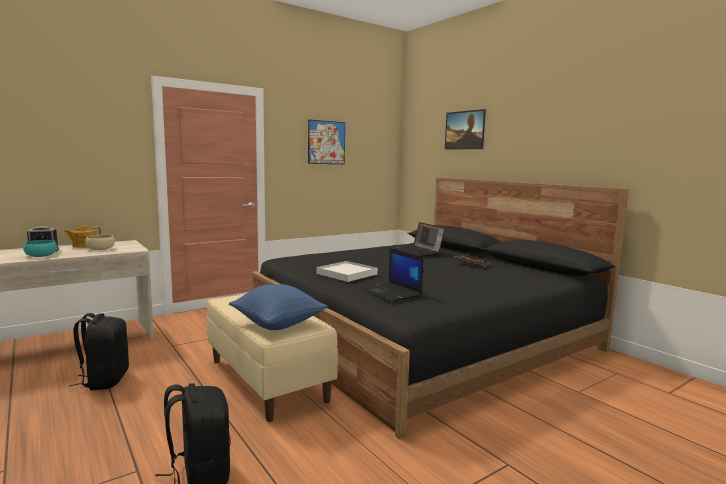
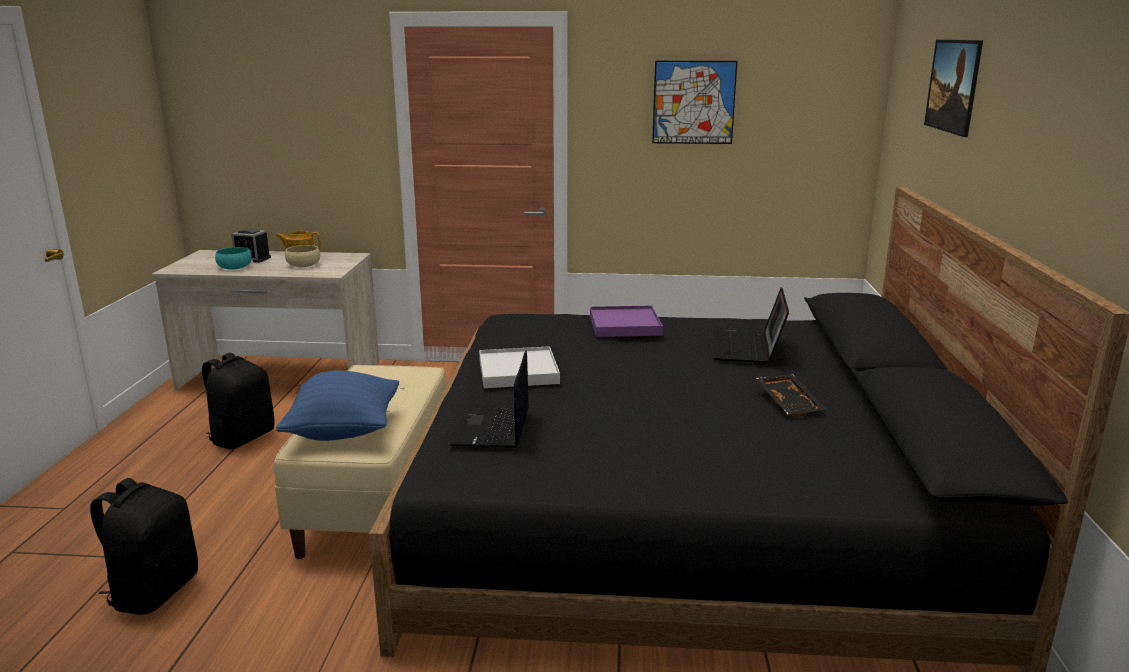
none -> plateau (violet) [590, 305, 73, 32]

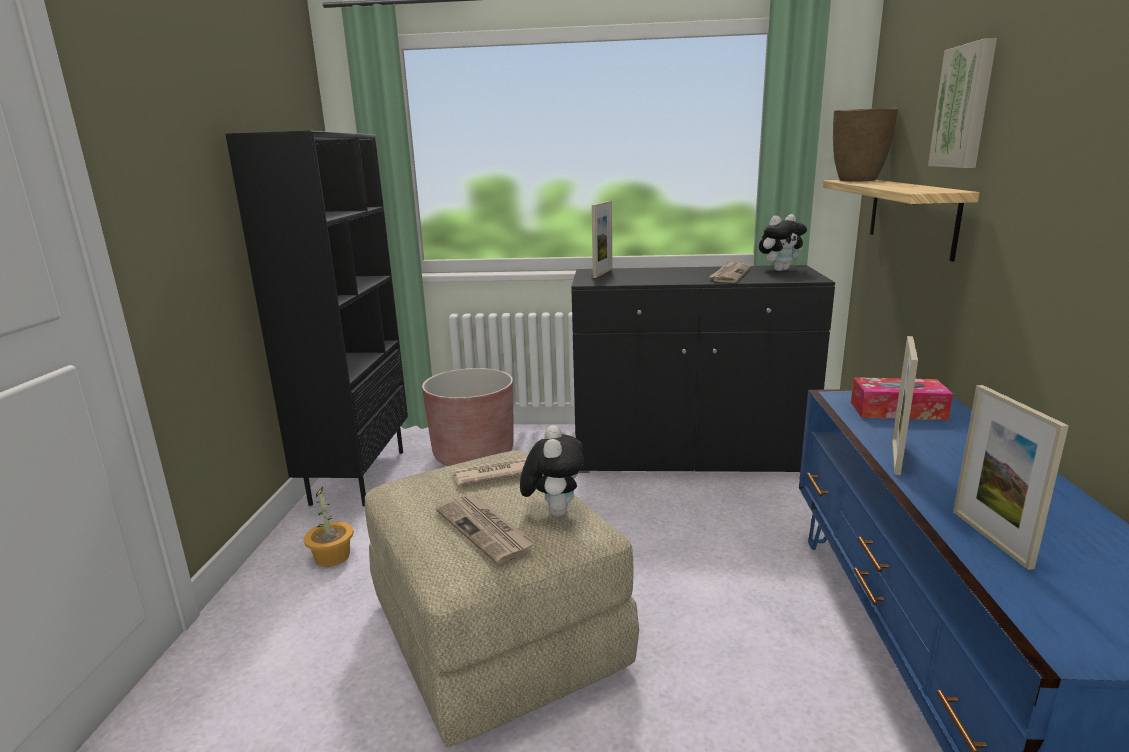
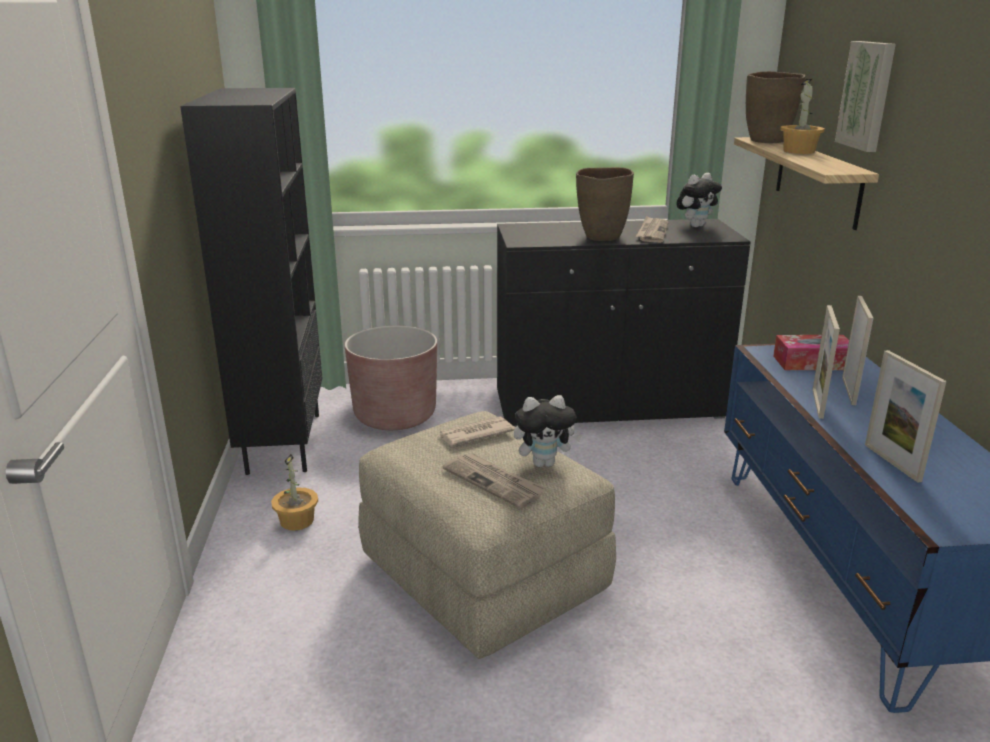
peluche [520, 425, 64, 91] -> peluche [514, 395, 68, 72], 90 degrees clockwise
cadre photo [592, 201, 20, 77] -> cadre photo [842, 296, 31, 109], relocated
none -> vase (marron) [576, 167, 58, 74]
none -> plante en pot [780, 79, 45, 75]

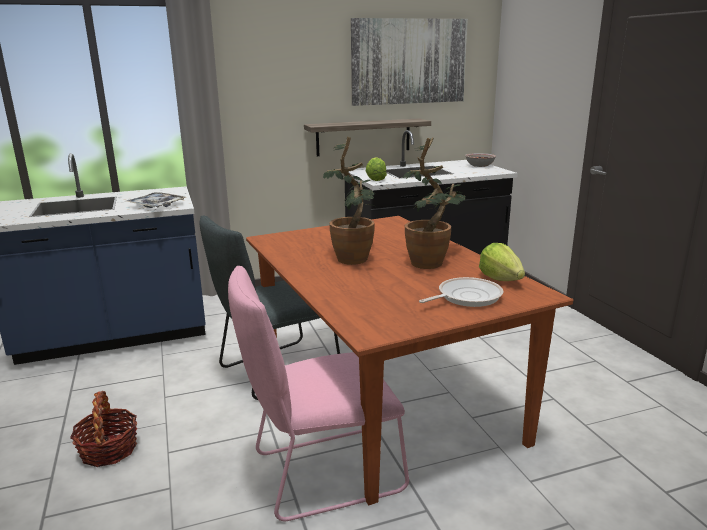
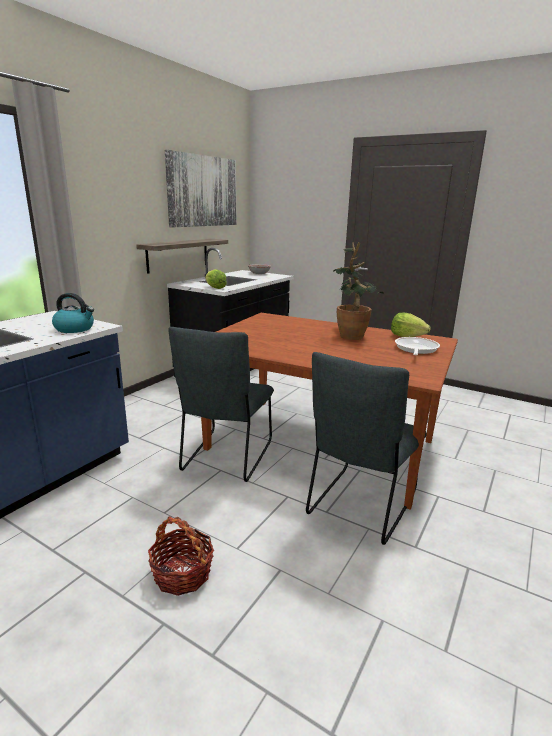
plateau [125, 192, 61, 16] -> bouilloire [52, 293, 42, 40]
chaise (rose) [228, 266, 181, 255] -> chaise (gris) [306, 352, 121, 193]
plante en pot [323, 136, 52, 129] -> none

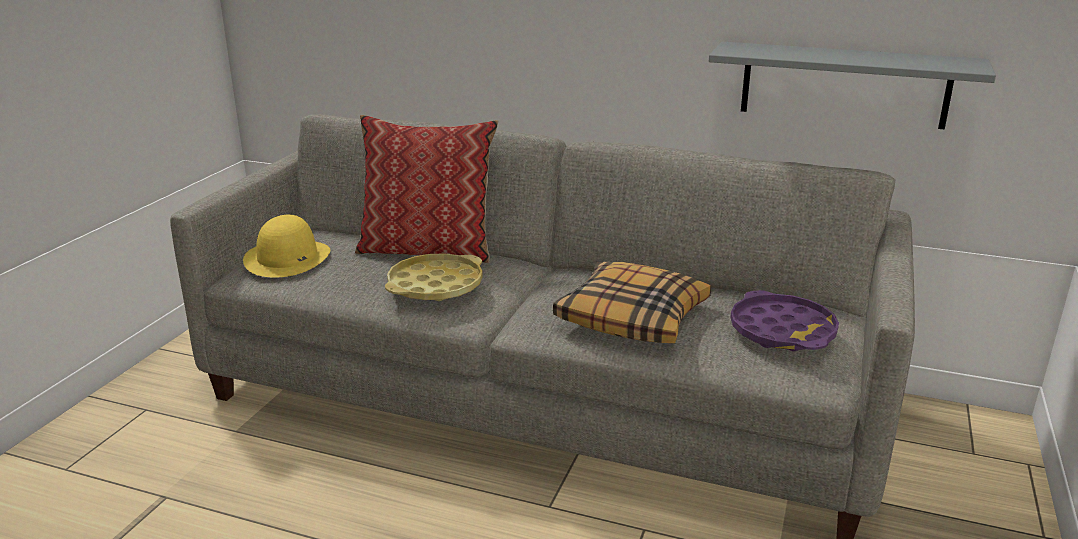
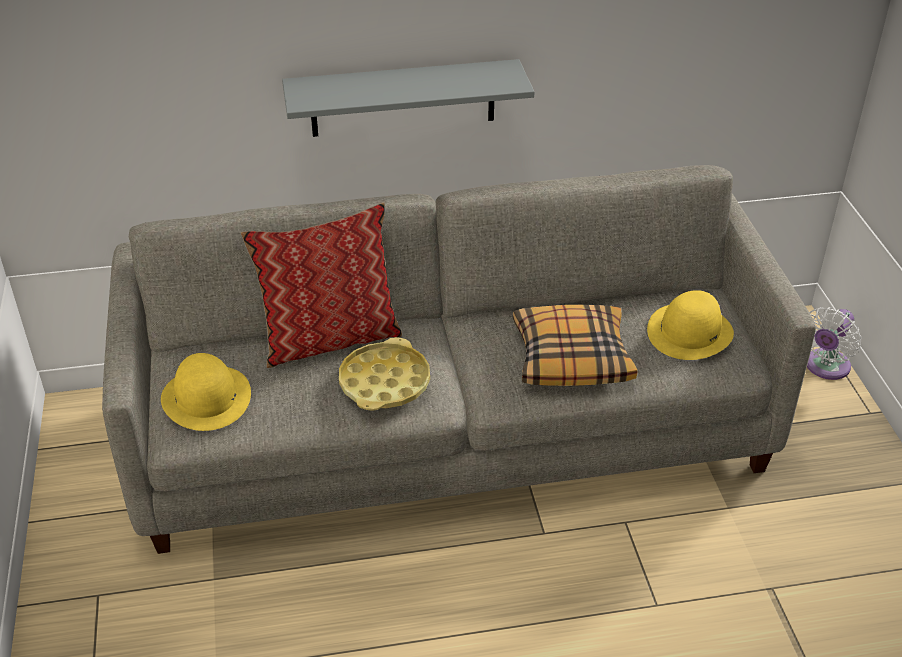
étagère (gris) [709, 42, 287, 88] -> étagère (gris) [282, 59, 253, 78], relocated
plateau (violet) [730, 290, 109, 61] -> chapeau (jaune) [647, 290, 87, 70]
none -> ventilateur (blanc) [807, 307, 54, 73]

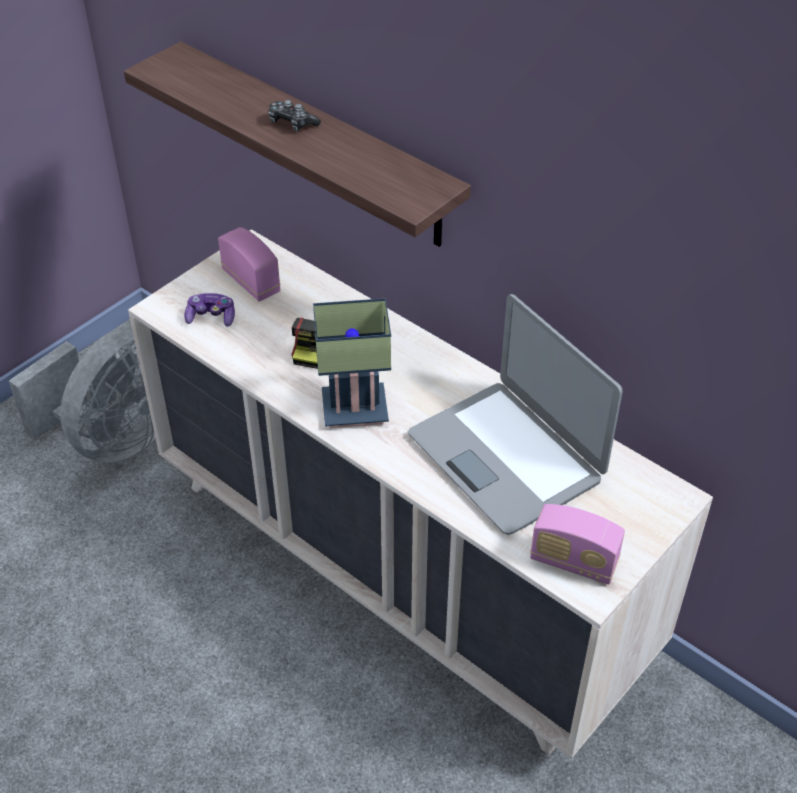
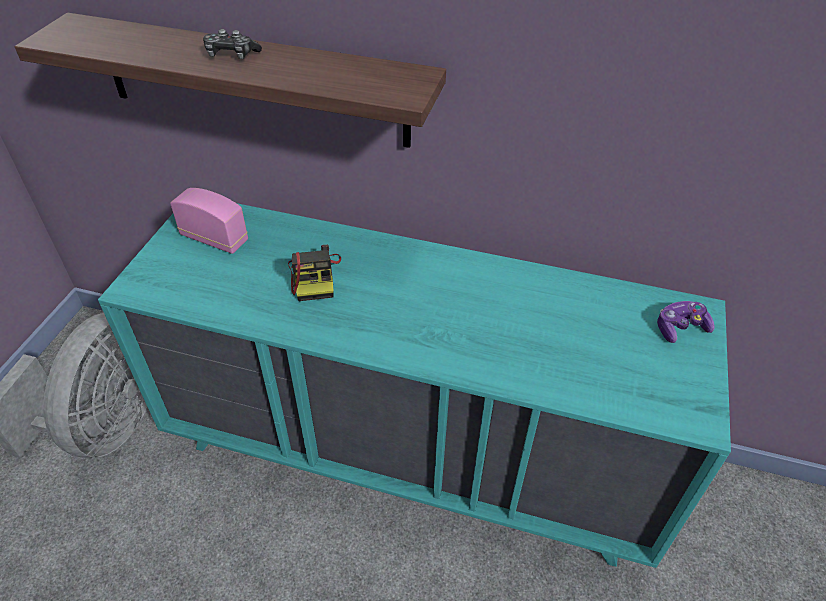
commode (beige) [128, 230, 585, 529] -> commode (turquoise) [98, 203, 633, 365]
manette [184, 293, 51, 34] -> manette [657, 301, 58, 42], relocated
lampe de table [313, 298, 78, 130] -> none
ordinateur portable [408, 294, 215, 241] -> none
radio [530, 504, 95, 80] -> none

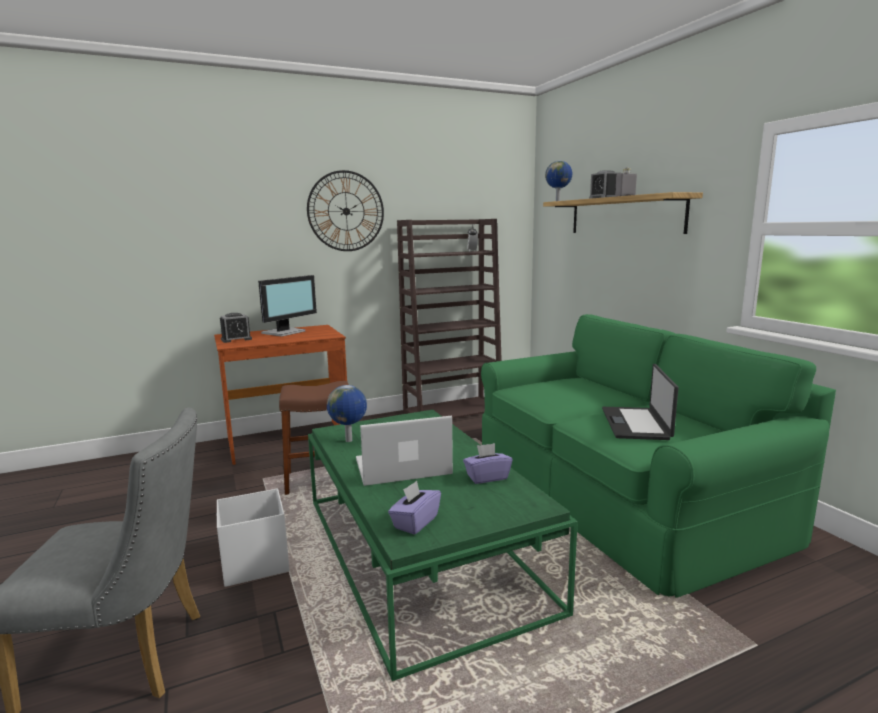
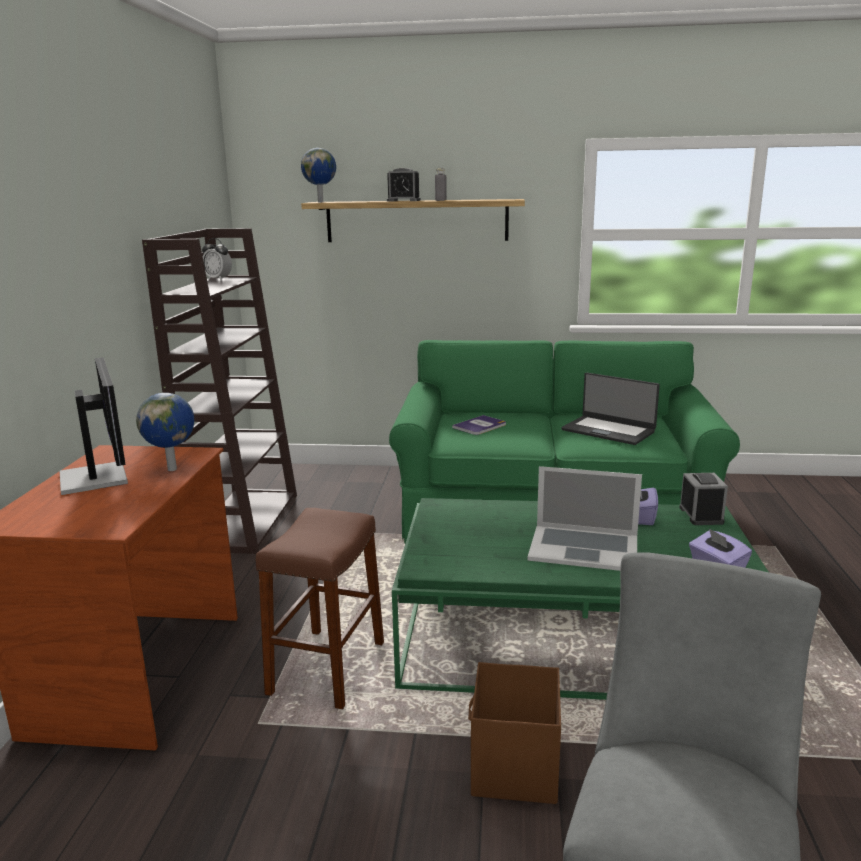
boîte de rangement (blanc) [217, 488, 72, 99] -> boîte de rangement (marron) [468, 662, 93, 142]
réveil [220, 313, 32, 30] -> réveil [679, 473, 49, 52], relocated
horloge murale [307, 170, 77, 81] -> none
globe [327, 385, 40, 57] -> globe [136, 393, 58, 78], relocated
ordinateur portable [356, 416, 97, 70] -> ordinateur portable [527, 466, 115, 105], 90 degrees counterclockwise
none -> livre [452, 415, 54, 20]

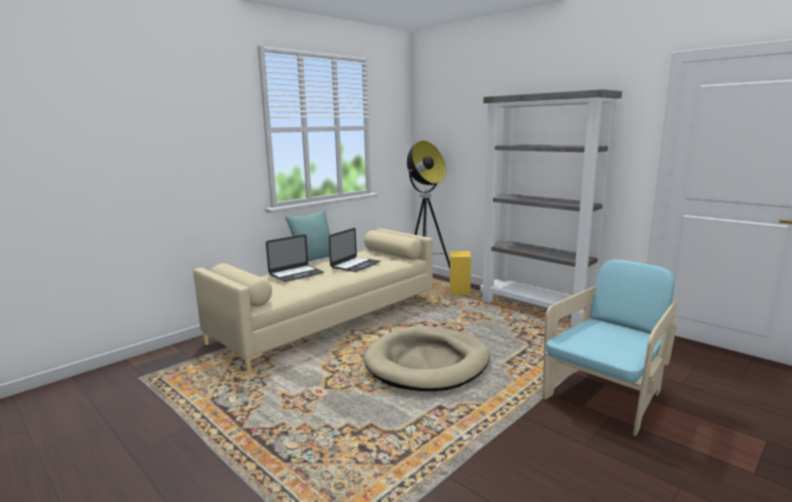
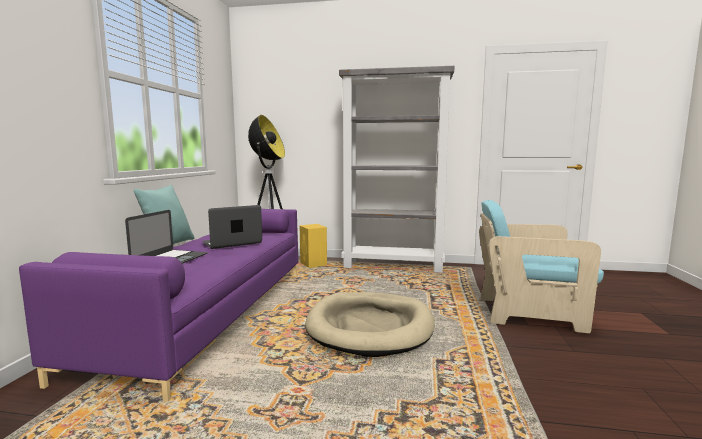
canapé (beige) [193, 228, 240, 145] -> canapé (violet) [19, 209, 279, 193]
ordinateur portable [329, 228, 52, 44] -> ordinateur portable [202, 205, 60, 44], 120 degrees counterclockwise
fauteuil (turquoise) [543, 260, 133, 176] -> fauteuil (turquoise) [479, 200, 125, 133], 90 degrees counterclockwise

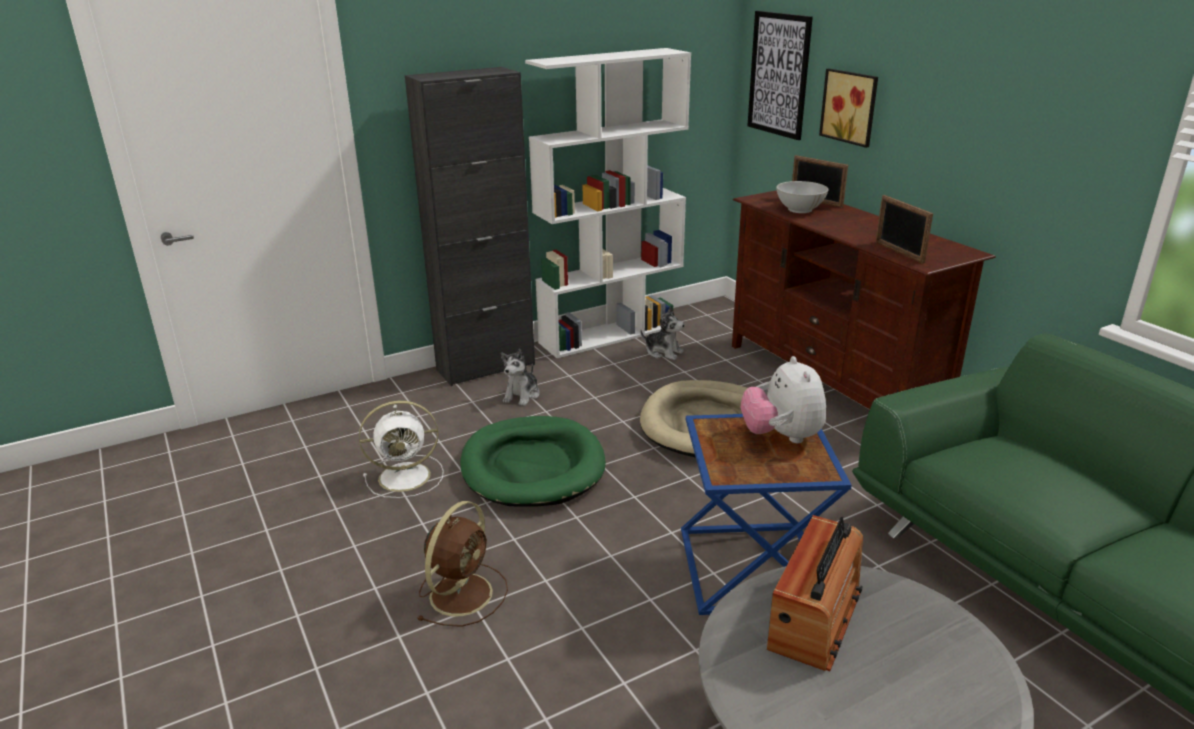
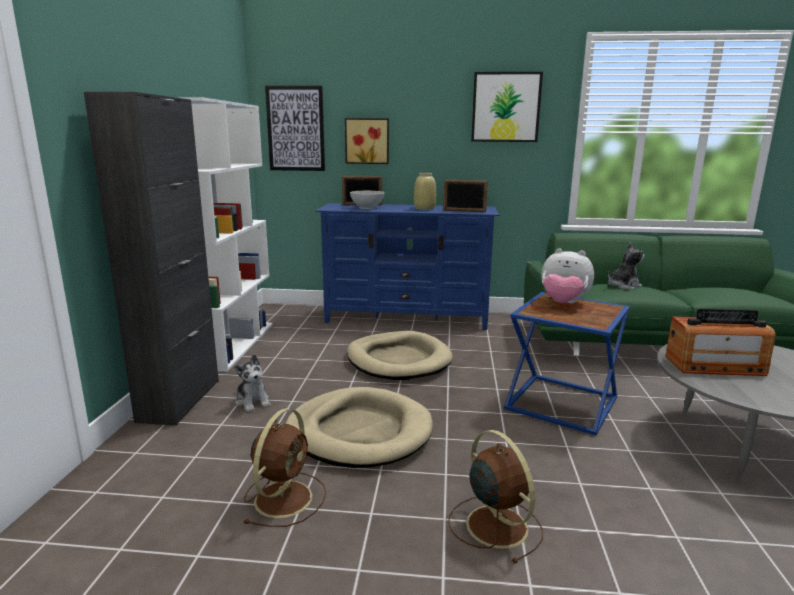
ventilateur (blanc) [359, 401, 85, 97] -> ventilateur (marron) [243, 408, 83, 119]
panier pour chien (vert) [460, 416, 146, 91] -> panier pour chien (beige) [285, 387, 148, 81]
peluche [640, 306, 45, 54] -> peluche [608, 242, 36, 47], relocated
meuble télé (marron) [732, 190, 264, 219] -> meuble télé (bleu) [315, 203, 184, 127]
radio [767, 515, 96, 156] -> radio [665, 309, 110, 67], 120 degrees clockwise
none -> vase (beige) [414, 173, 22, 37]
none -> tableau [471, 72, 72, 70]

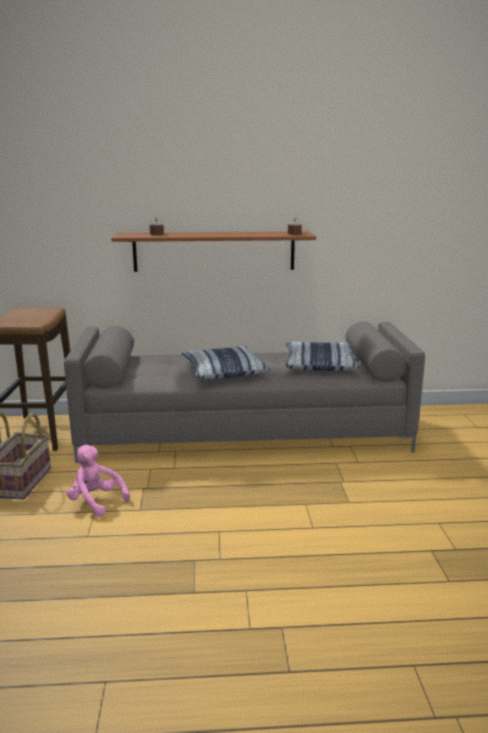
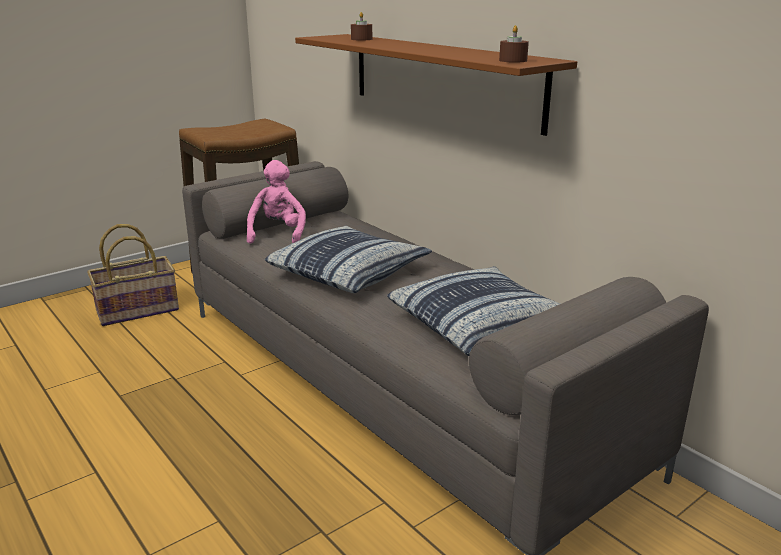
peluche (rose) [67, 445, 63, 72] -> peluche (rose) [247, 160, 59, 84], relocated

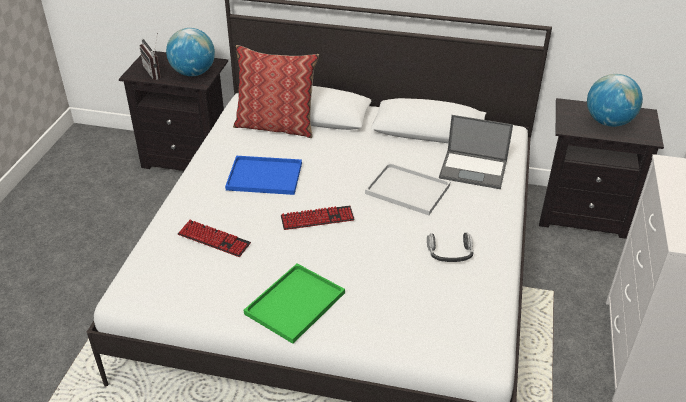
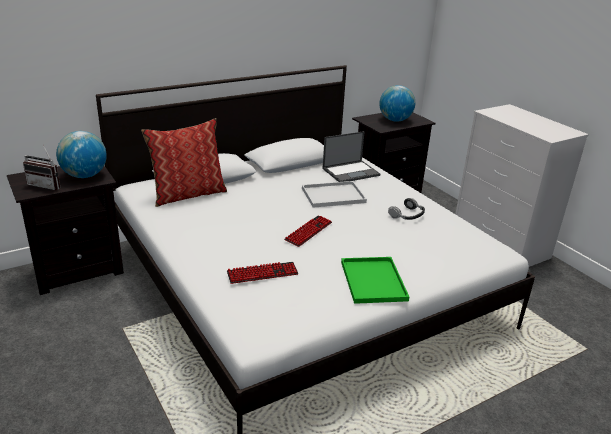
plateau (bleu) [225, 156, 77, 39] -> none

